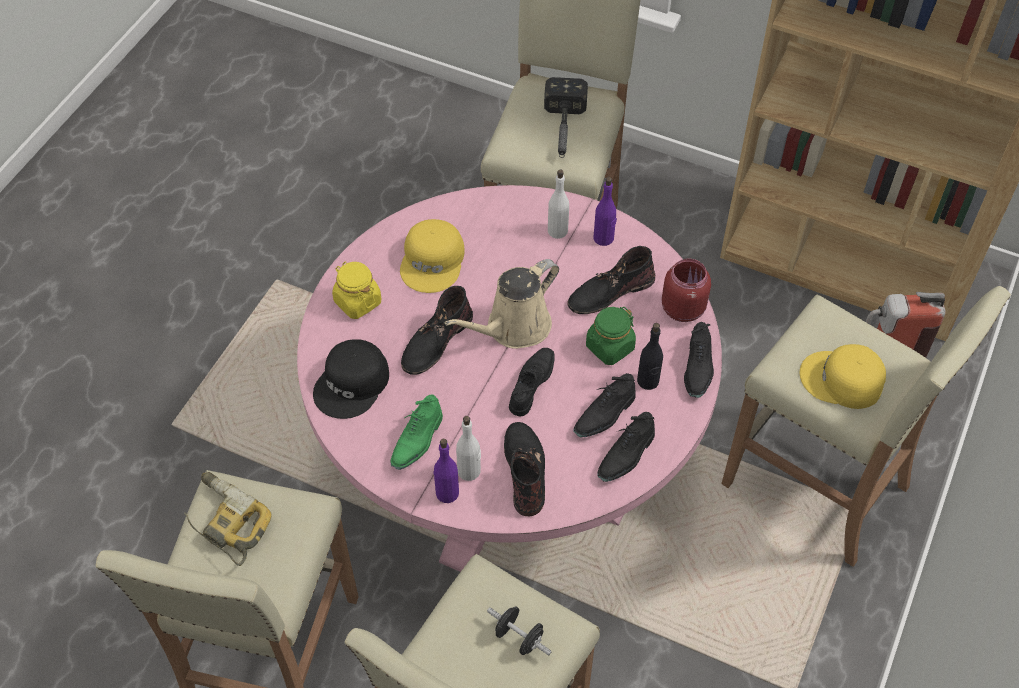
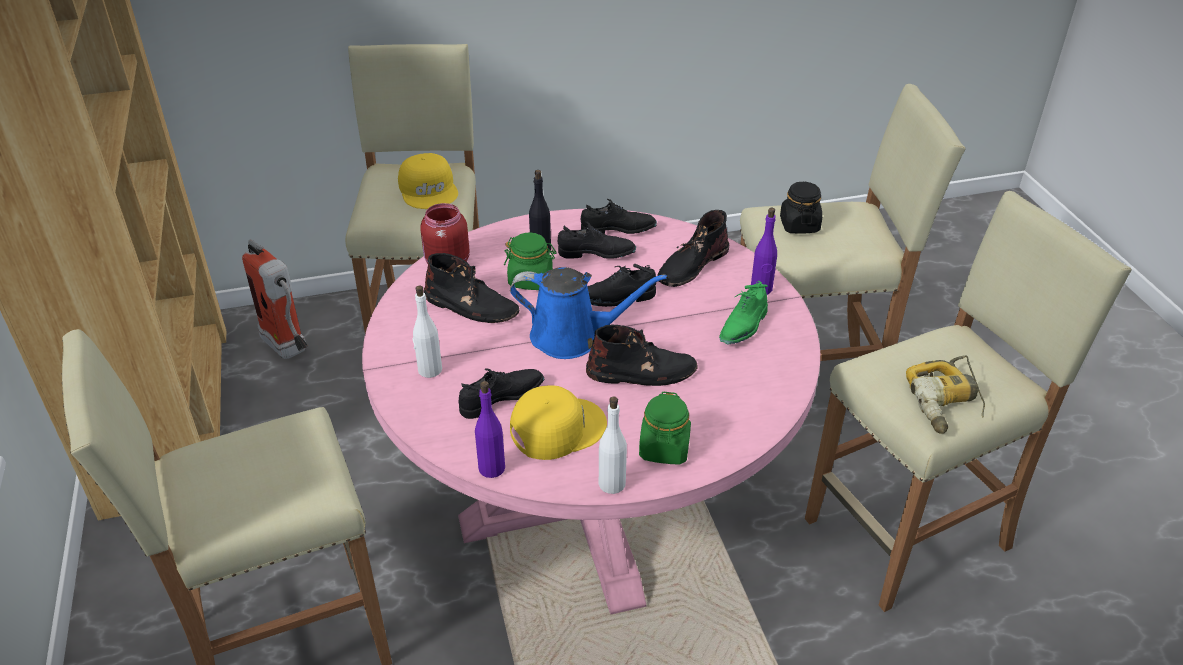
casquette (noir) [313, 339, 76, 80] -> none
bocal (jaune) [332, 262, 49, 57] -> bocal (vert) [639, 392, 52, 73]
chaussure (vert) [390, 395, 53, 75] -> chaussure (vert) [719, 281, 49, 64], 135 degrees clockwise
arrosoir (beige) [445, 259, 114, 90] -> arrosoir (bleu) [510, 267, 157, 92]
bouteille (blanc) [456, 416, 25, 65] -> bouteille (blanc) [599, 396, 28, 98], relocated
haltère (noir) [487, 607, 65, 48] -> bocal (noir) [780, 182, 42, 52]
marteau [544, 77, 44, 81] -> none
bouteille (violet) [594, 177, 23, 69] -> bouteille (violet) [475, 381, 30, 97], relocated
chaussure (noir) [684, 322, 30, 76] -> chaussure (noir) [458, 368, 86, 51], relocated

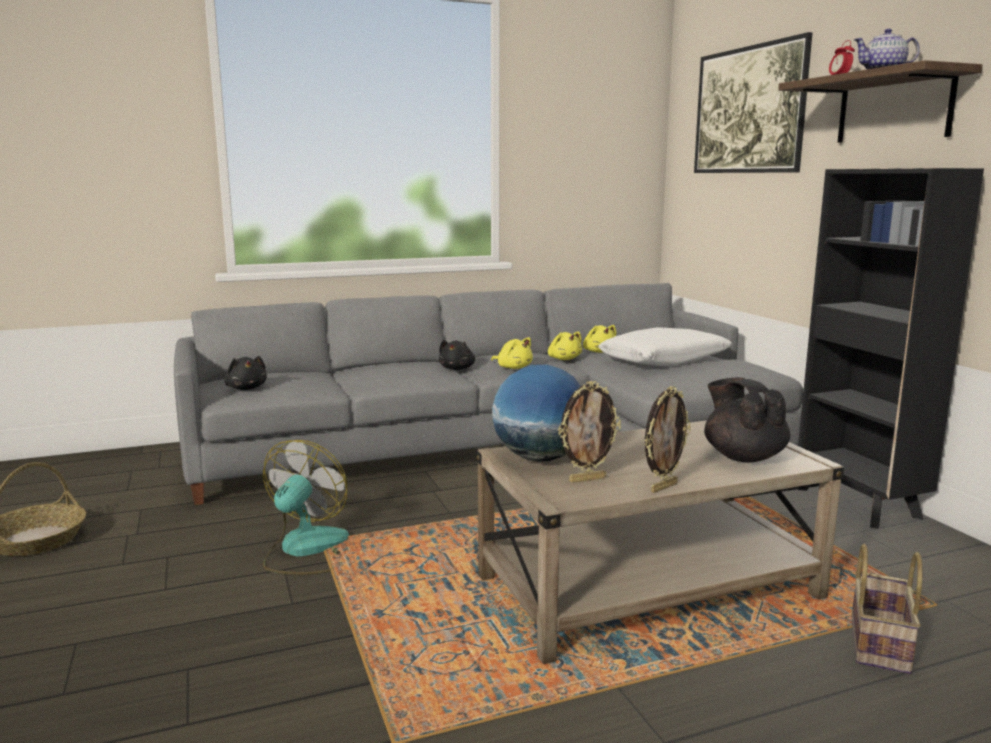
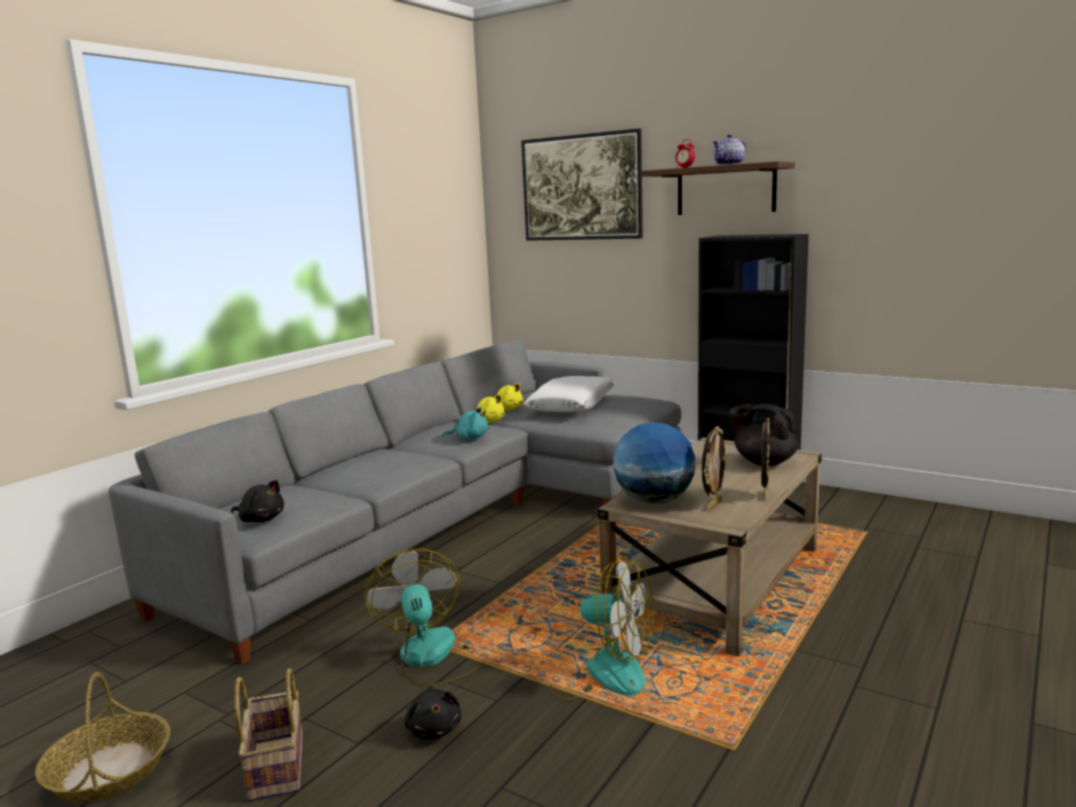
peluche (noir) [439, 340, 36, 30] -> peluche (noir) [405, 689, 56, 50], relocated
peluche (jaune) [491, 337, 42, 32] -> peluche (turquoise) [442, 407, 47, 33]
panier [852, 544, 71, 130] -> panier [234, 668, 69, 134], relocated
none -> ventilateur [549, 556, 104, 145]

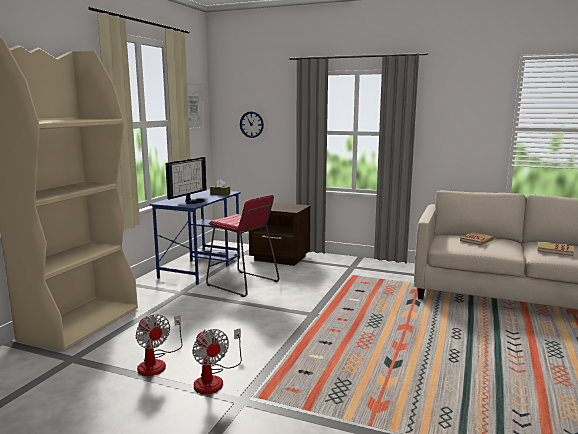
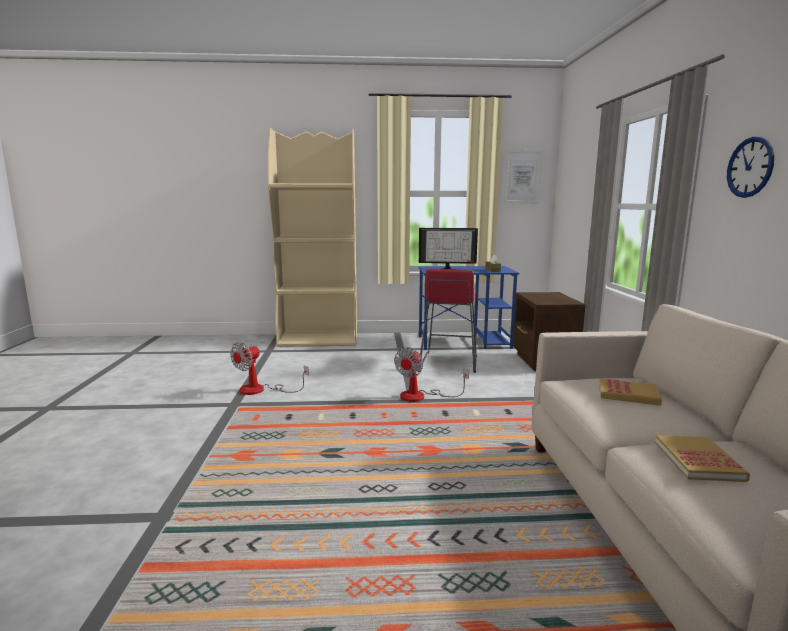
ventilateur [136, 314, 46, 62] -> ventilateur [394, 347, 75, 55], relocated
horloge murale [240, 111, 24, 27] -> horloge murale [727, 137, 47, 61], relocated

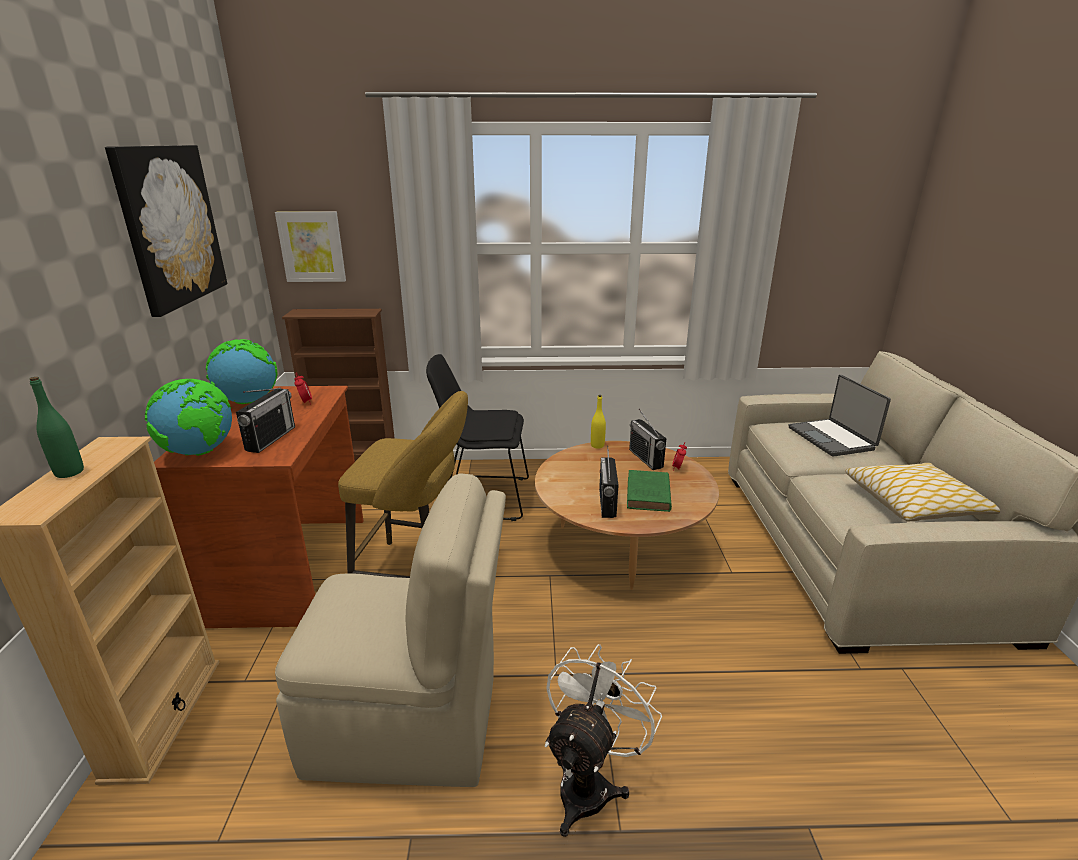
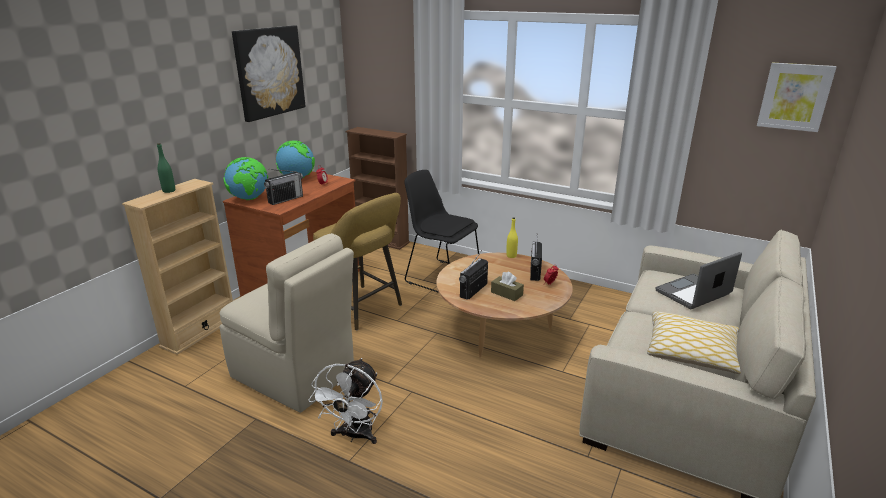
tableau [275, 211, 71, 71] -> tableau [757, 63, 79, 69], relocated
ventilateur (blanc) [545, 644, 117, 193] -> ventilateur (blanc) [309, 358, 74, 86], 135 degrees clockwise
livre (vert) [627, 470, 45, 42] -> boîte à mouchoirs (marron) [491, 272, 33, 29]
ordinateur portable [788, 375, 103, 82] -> ordinateur portable [656, 252, 86, 57], 45 degrees clockwise

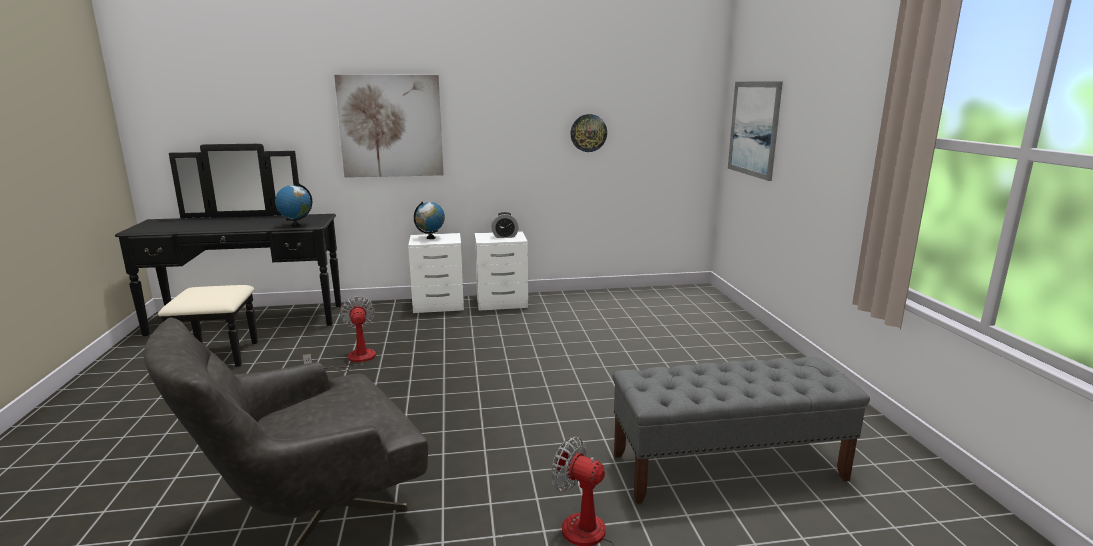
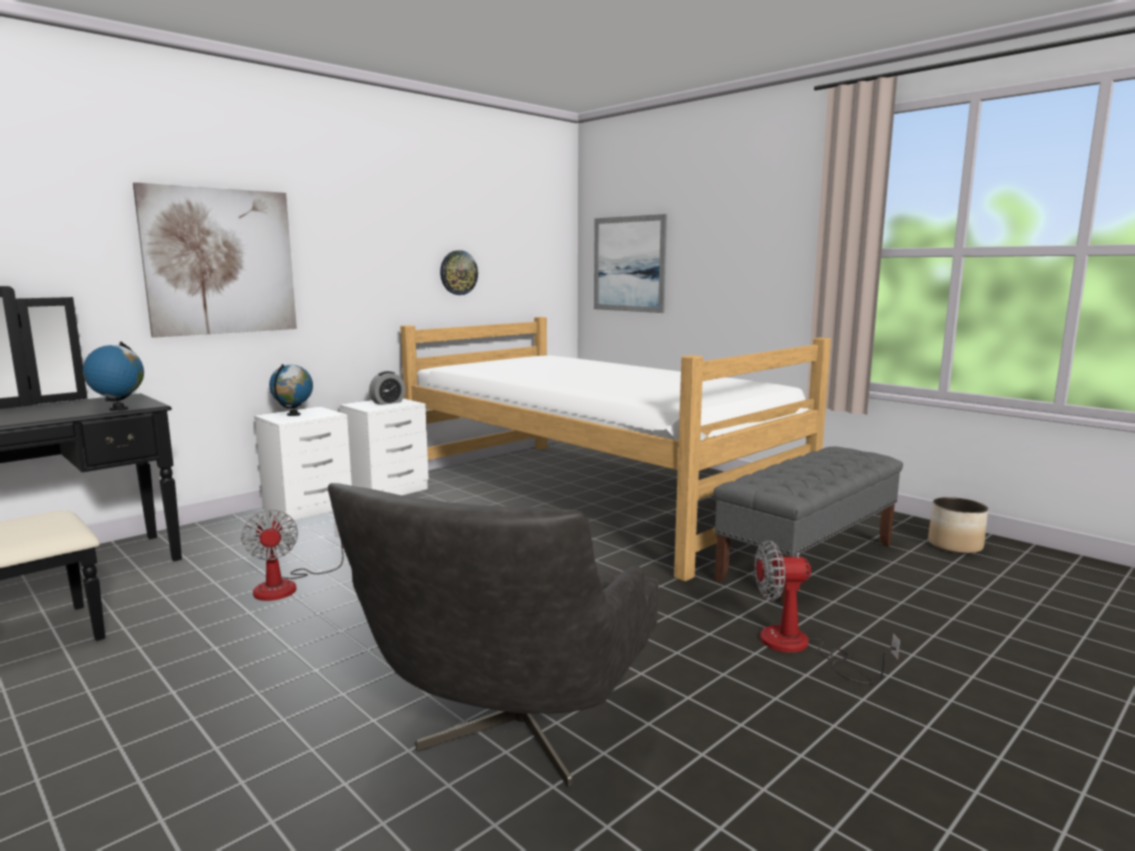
ventilateur [303, 296, 73, 76] -> ventilateur [241, 510, 102, 91], 150 degrees counterclockwise
none -> lit [400, 317, 431, 264]
none -> cache-pot [928, 497, 60, 57]

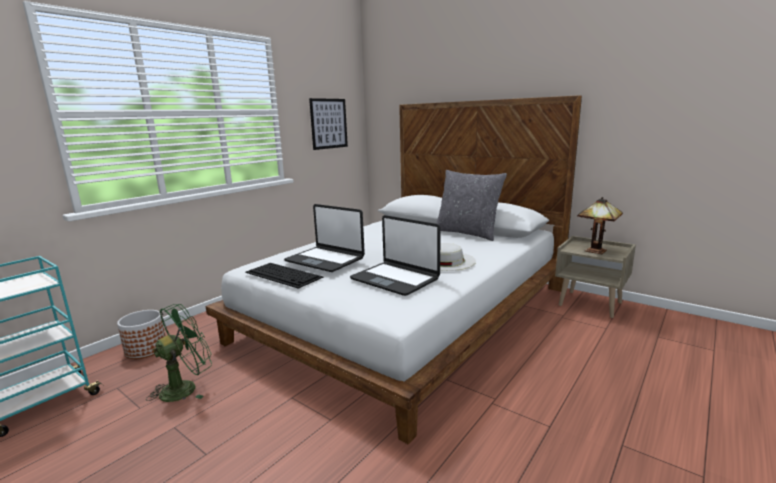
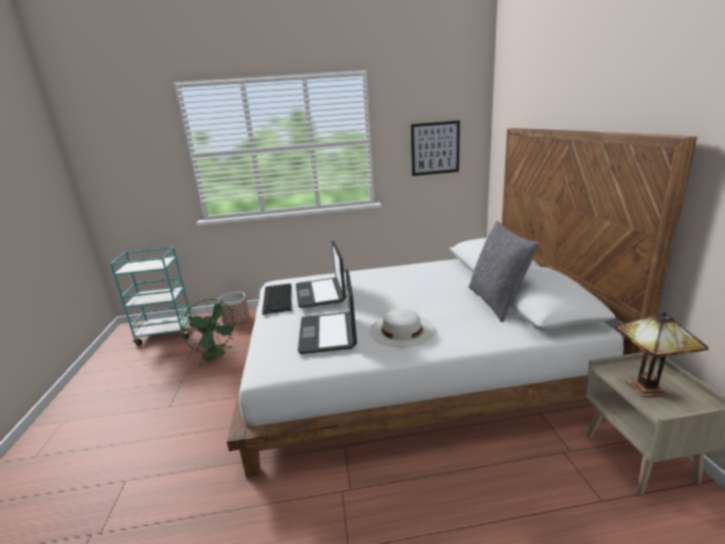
ventilateur (vert) [146, 304, 66, 98] -> ventilateur (vert) [182, 299, 56, 68], 45 degrees clockwise

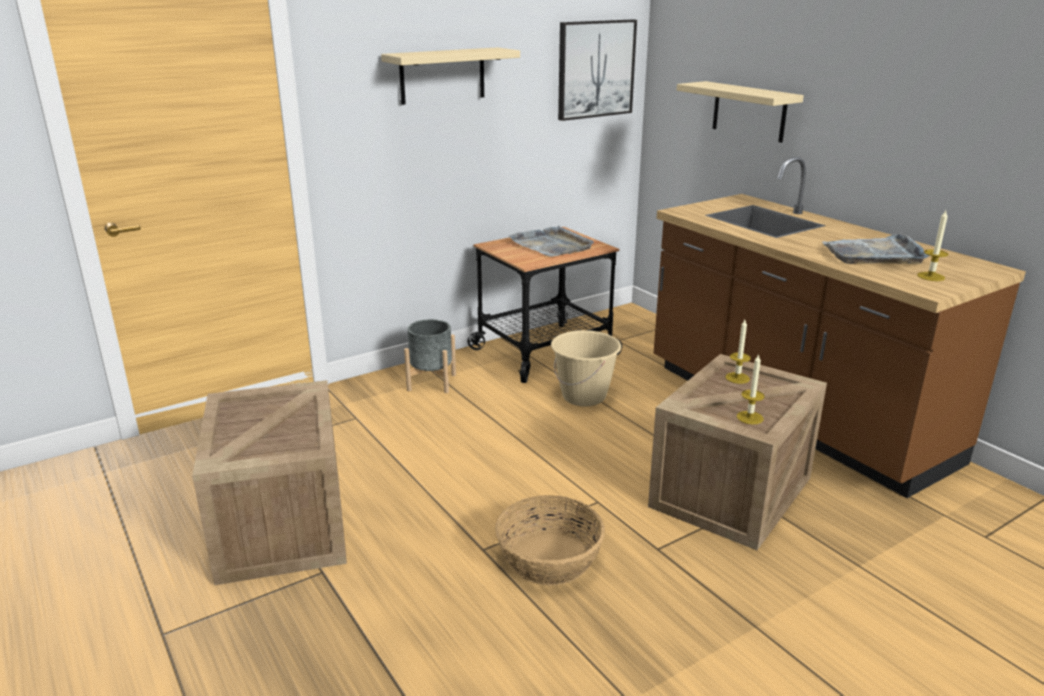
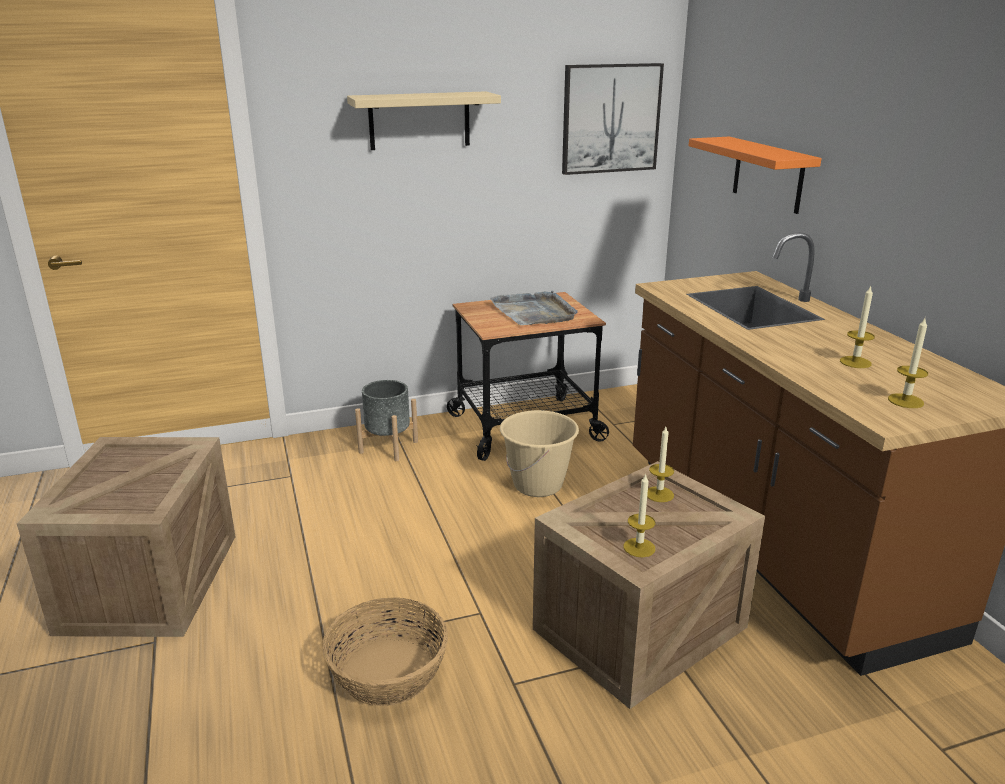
étagère (beige) [677, 81, 127, 62] -> étagère (orange) [689, 137, 132, 77]
plateau (gris) [822, 233, 108, 31] -> bougie [840, 285, 35, 83]

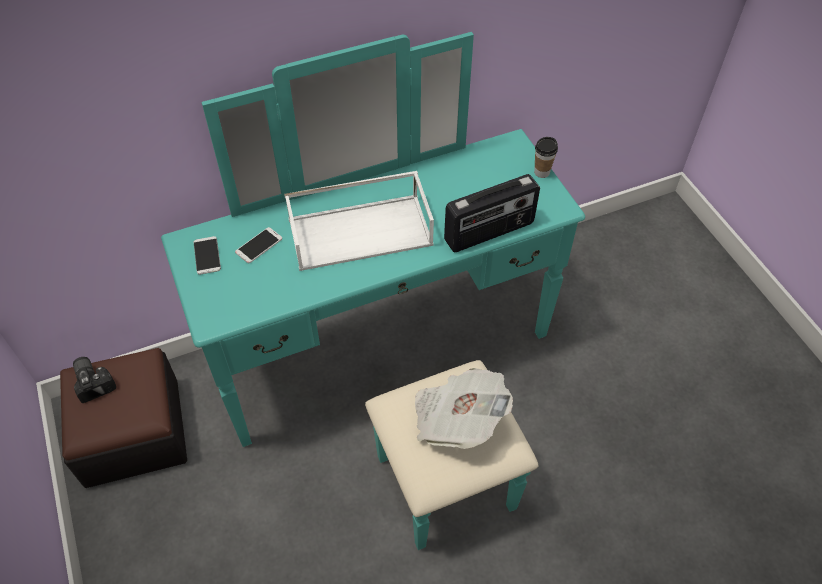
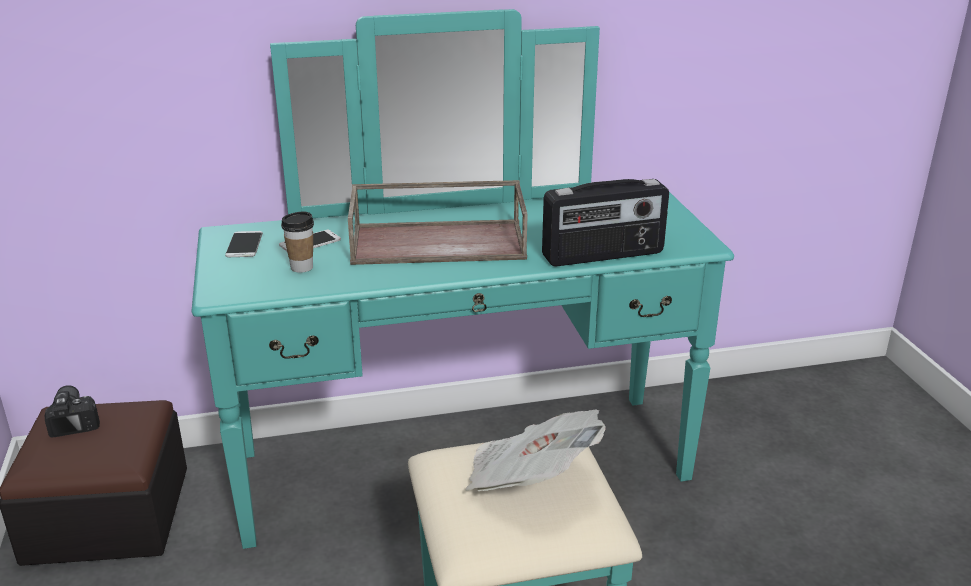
plateau (blanc) [284, 171, 150, 100] -> plateau (marron) [348, 180, 180, 85]
tasse [534, 137, 24, 41] -> tasse [281, 211, 33, 62], relocated

